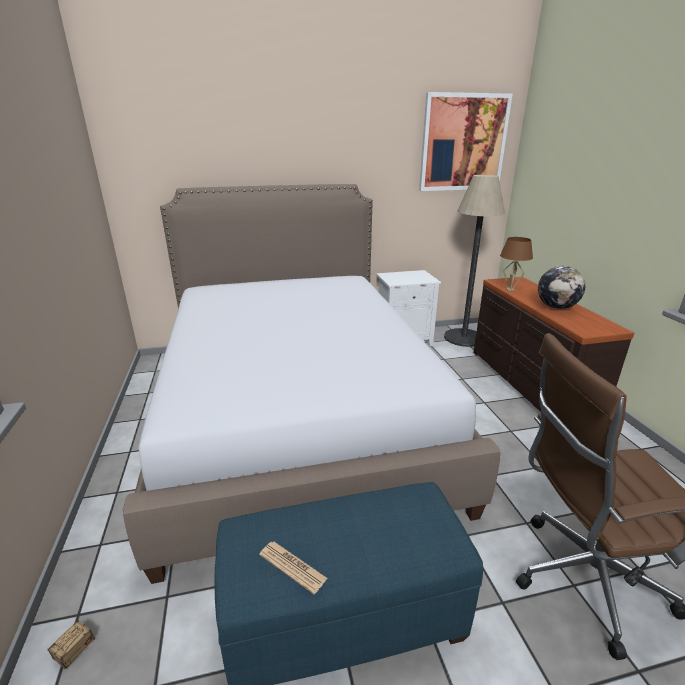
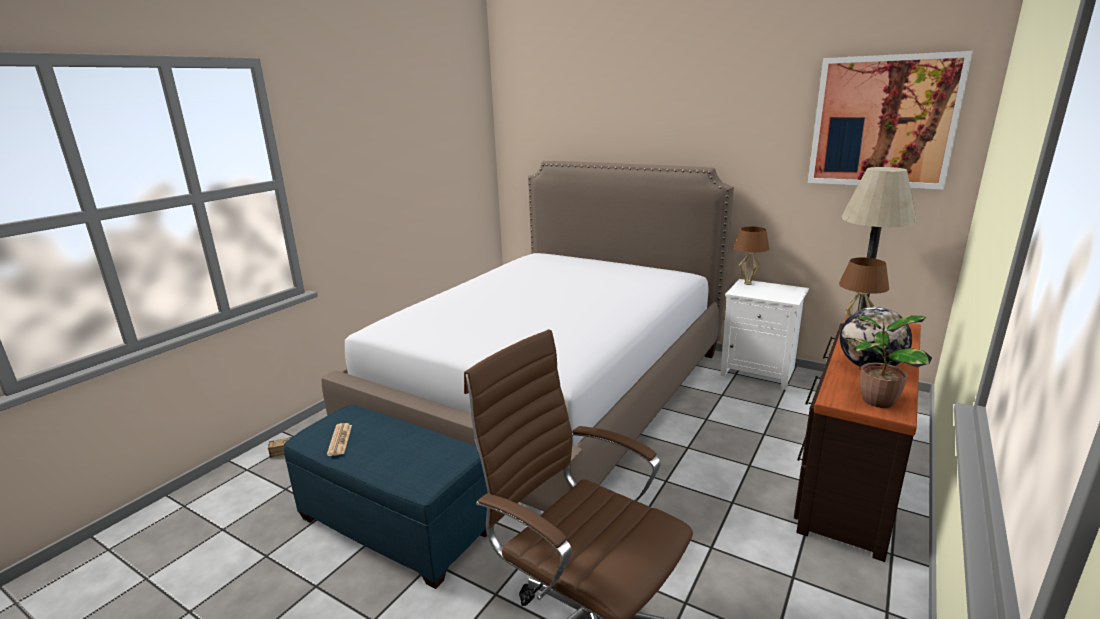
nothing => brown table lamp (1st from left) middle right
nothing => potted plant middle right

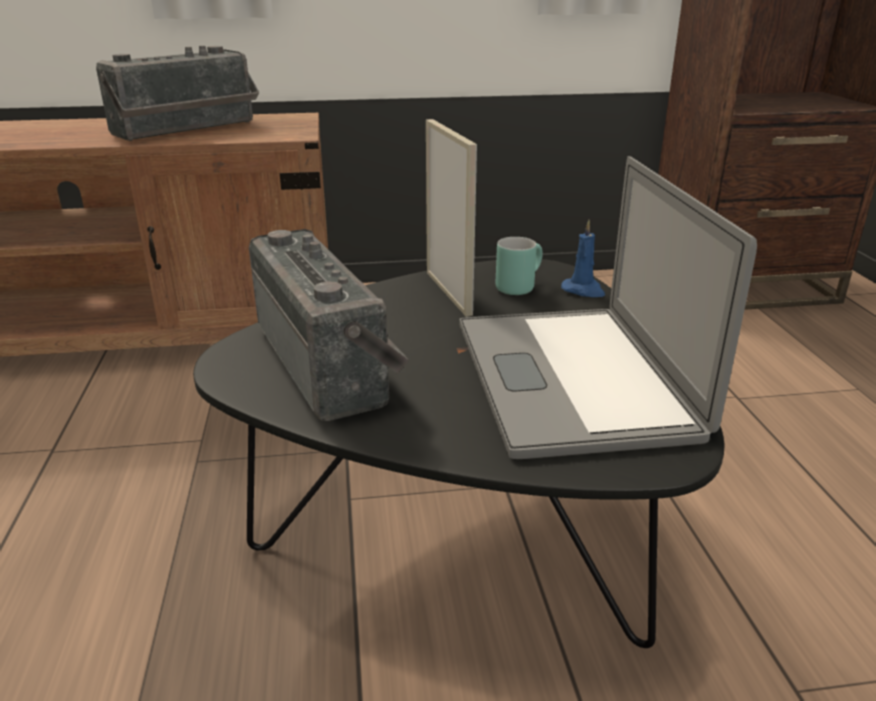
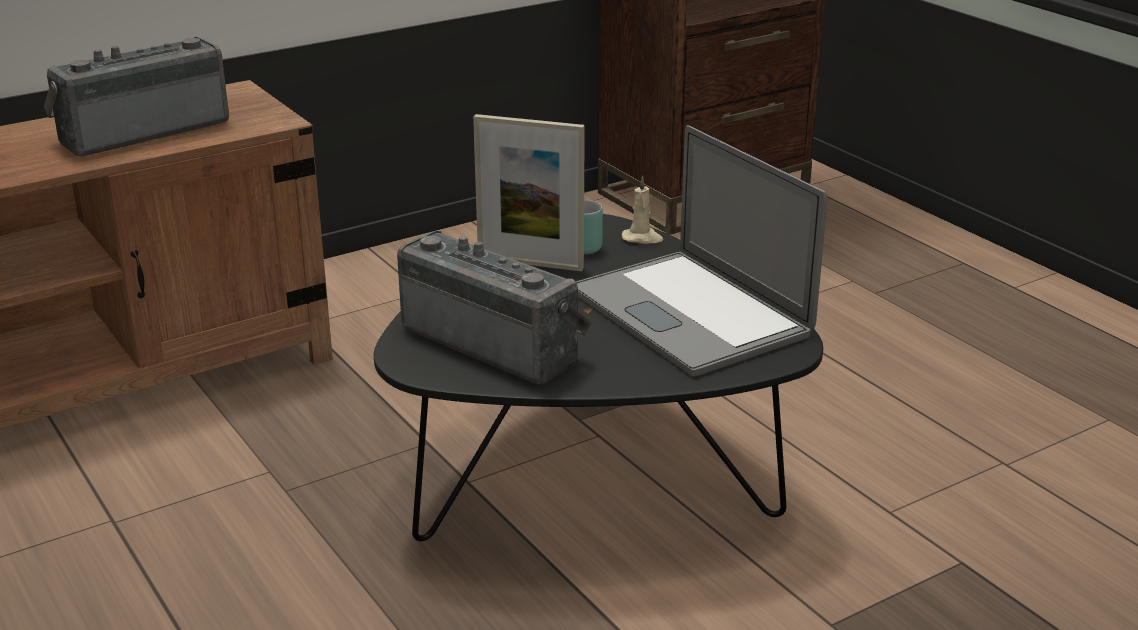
radio (1st from left) top left, 150 degrees counterclockwise
picture frame top centre, 150 degrees clockwise
blue candle centre => beige candle centre

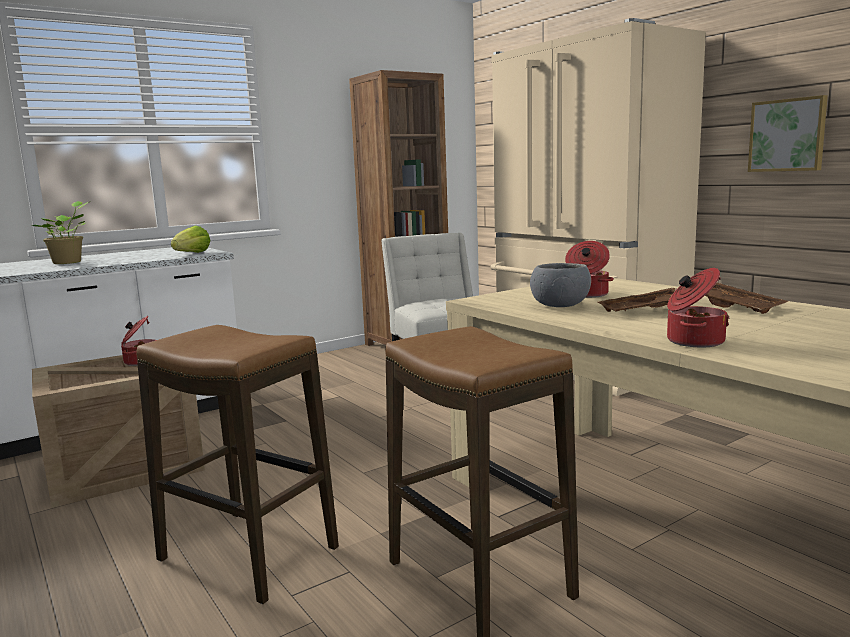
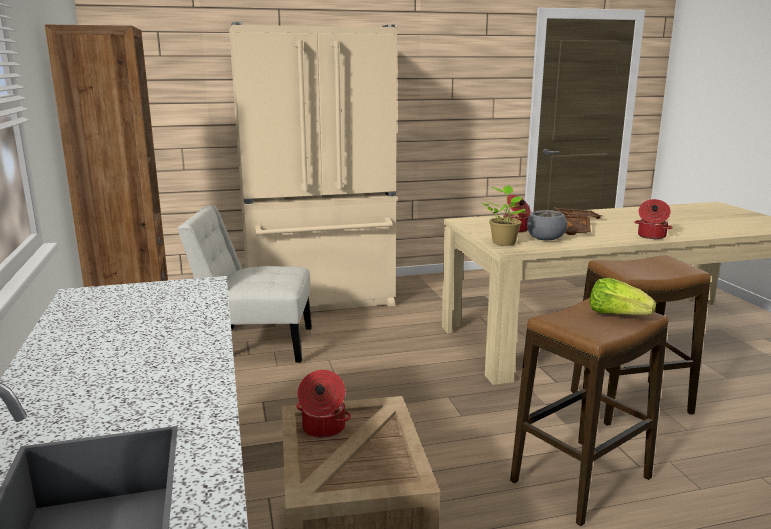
potted plant middle left => potted plant centre, moved
lettuce middle left => lettuce middle right, moved
picture top right => nothing

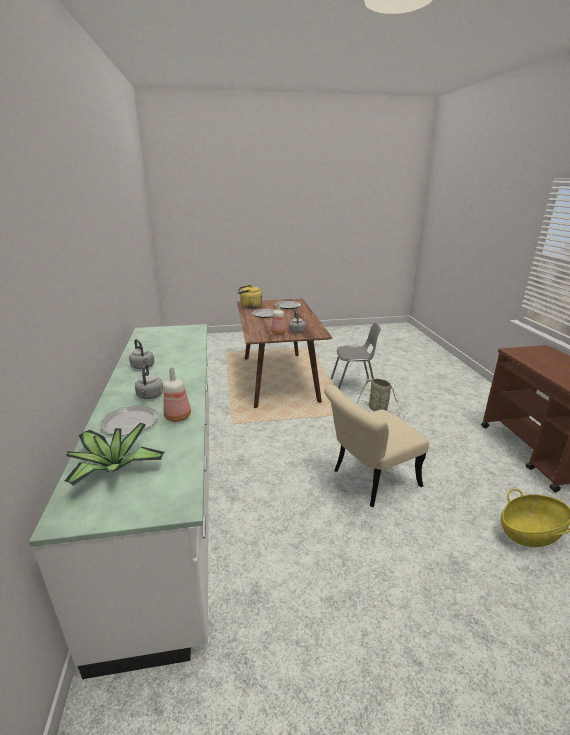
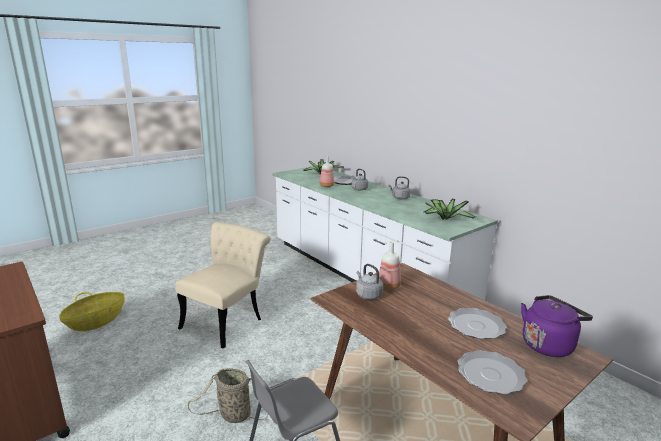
nothing => potted plant (2nd from left) middle right
yellow kettle centre => purple kettle bottom right

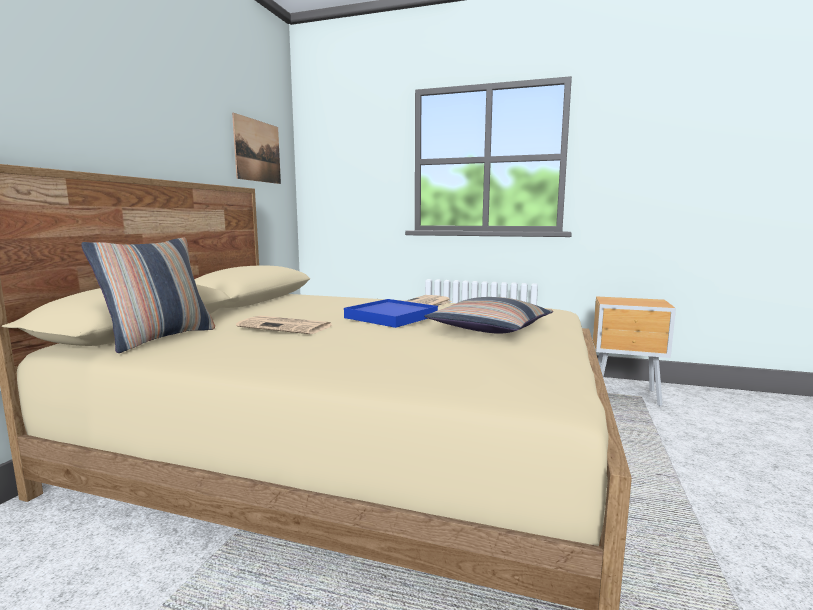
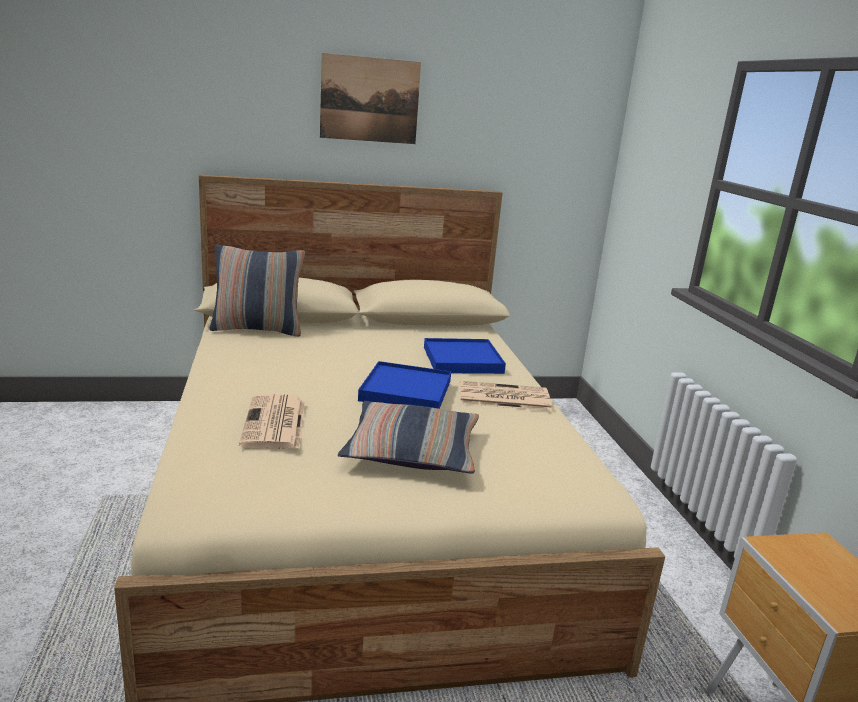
newspaper (1st from left) centre => newspaper (1st from left) middle left, moved
picture top left => picture top centre, moved
nothing => blue tray (2nd from left) centre

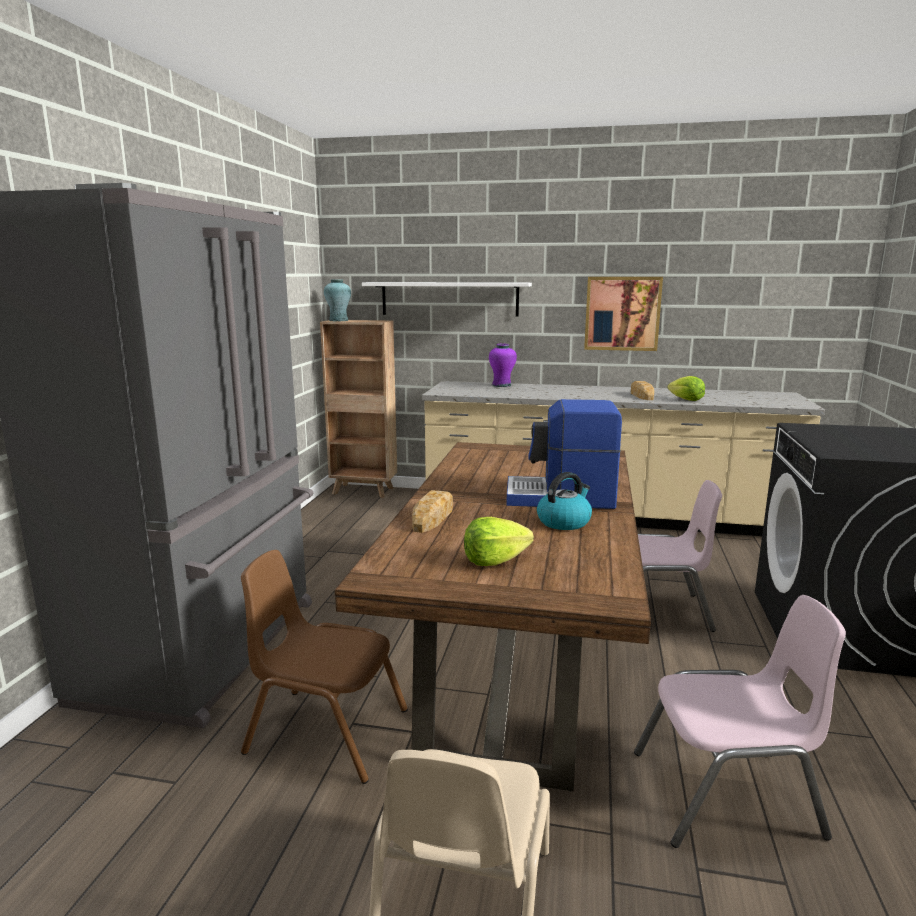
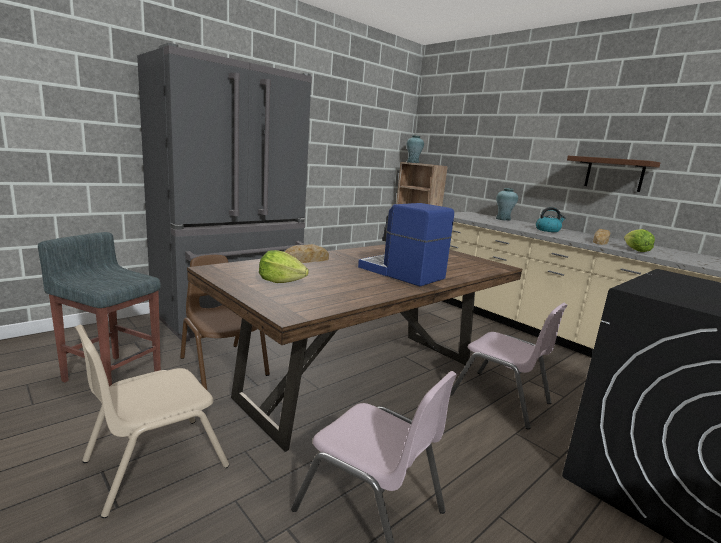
nothing => grey stool middle left
purple vase centre => turquoise vase (2nd from left) middle right
kettle centre => kettle middle right, moved
picture middle right => brown shelf top right
white shelf top centre => nothing

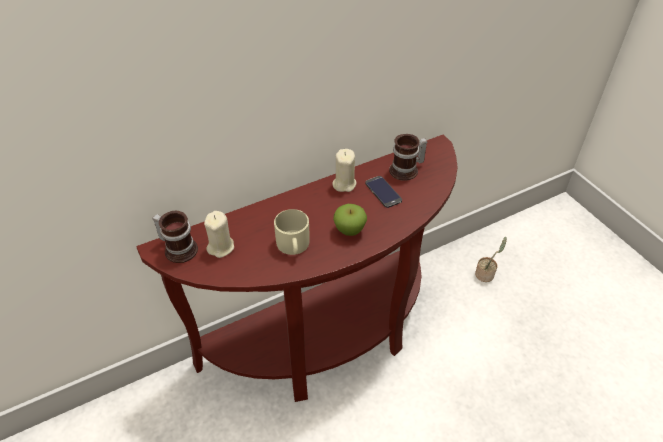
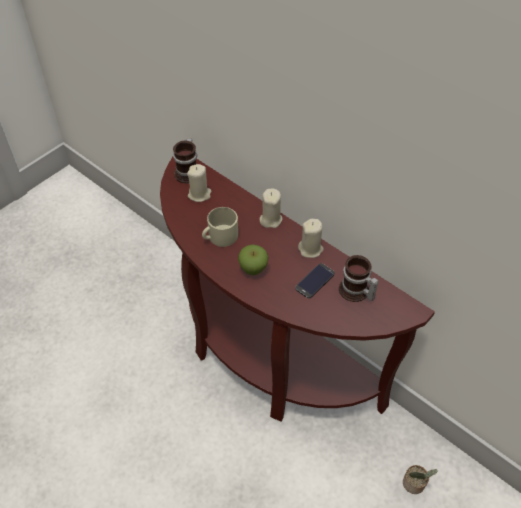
nothing => beige candle (2nd from left) centre

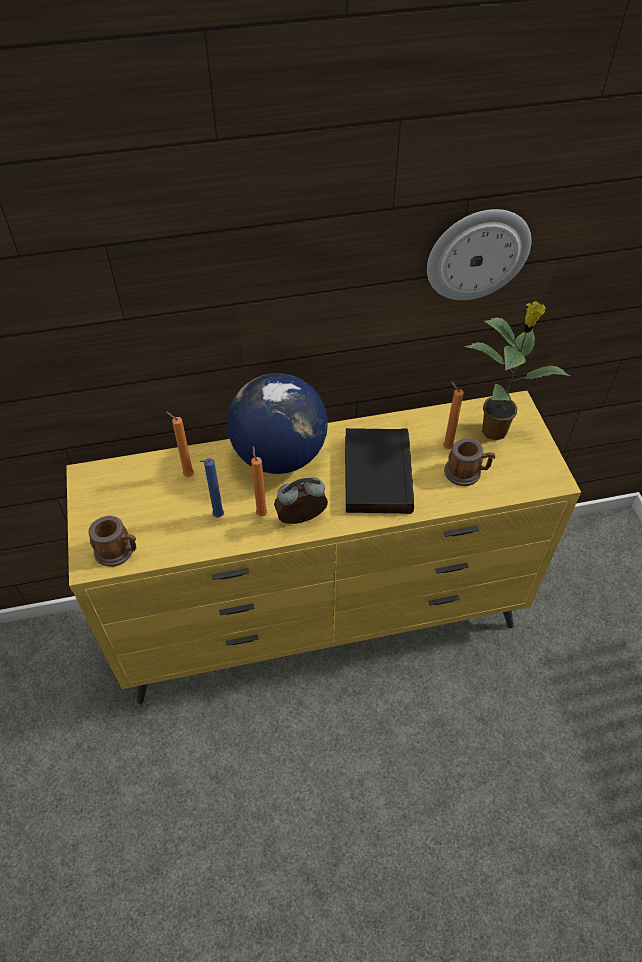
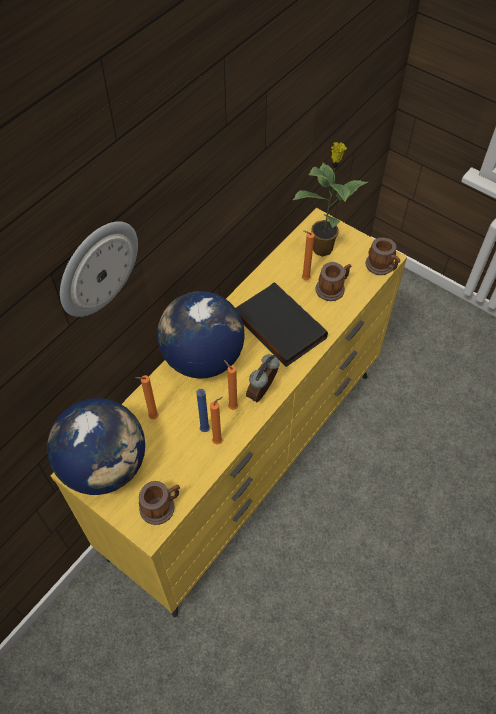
nothing => globe (1st from left) middle left
wall clock top right => wall clock middle left, moved
nothing => orange candle (2nd from left) centre
nothing => mug (3rd from left) middle right

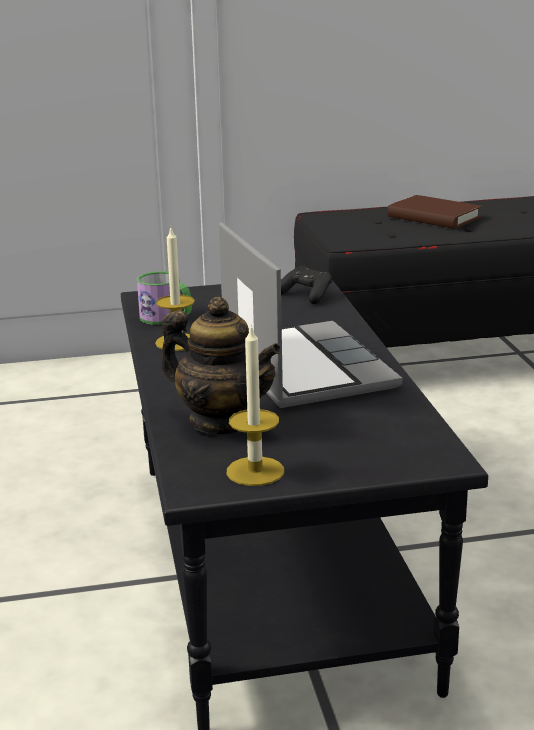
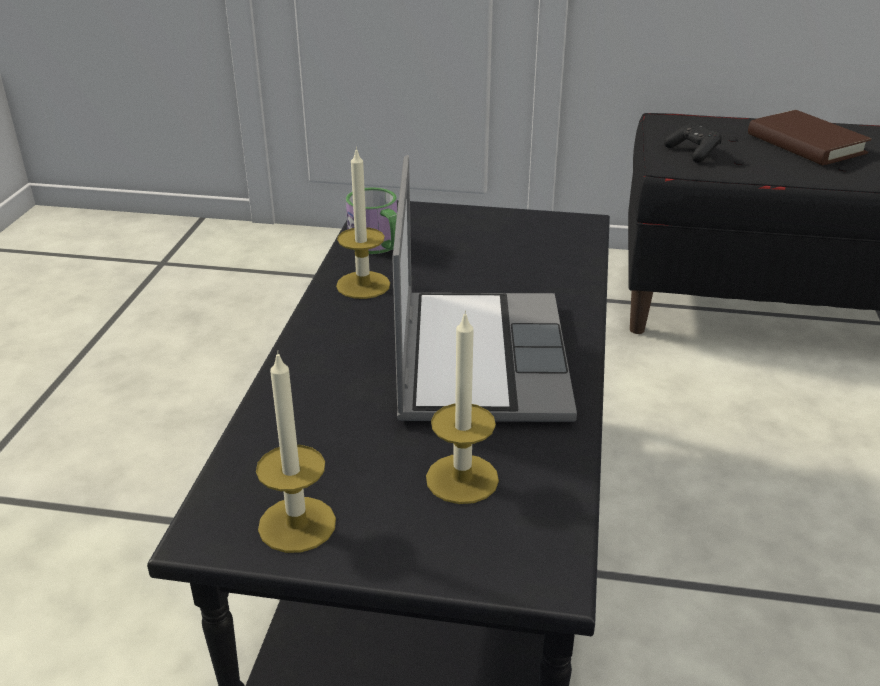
nothing => candle (3rd from left) centre
black game controller centre => black game controller top right, moved
teapot centre => nothing

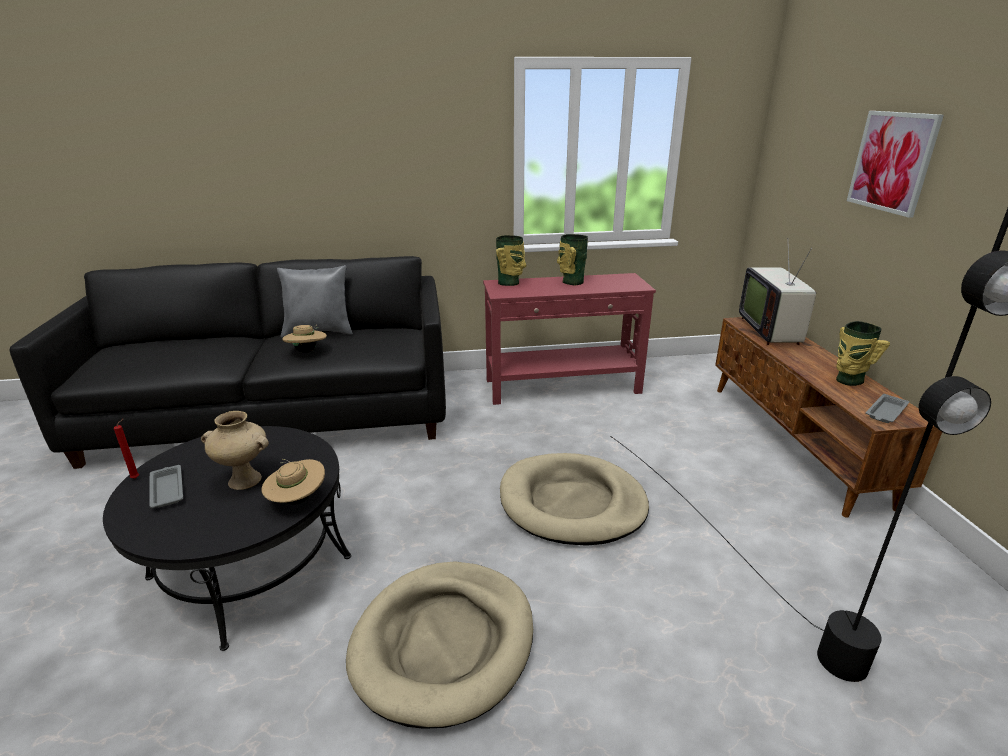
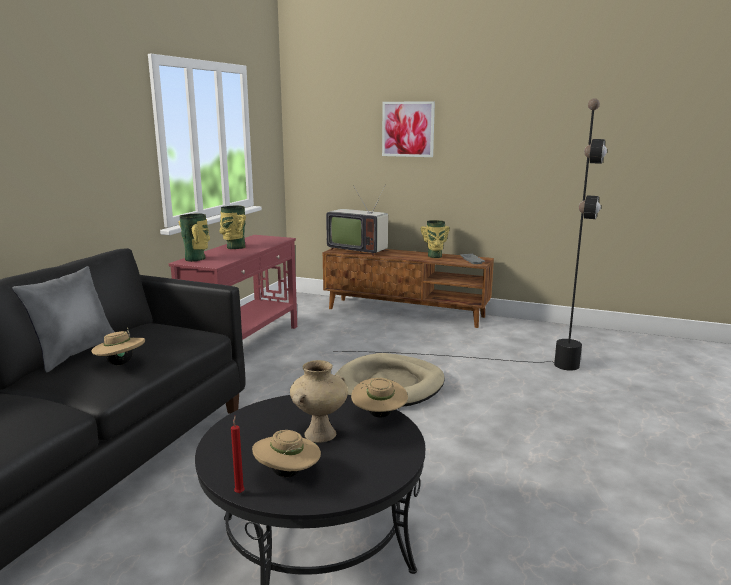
grey tray (1st from left) middle left => beige hat (2nd from left) bottom centre
beige dog bed (1st from left) bottom centre => nothing

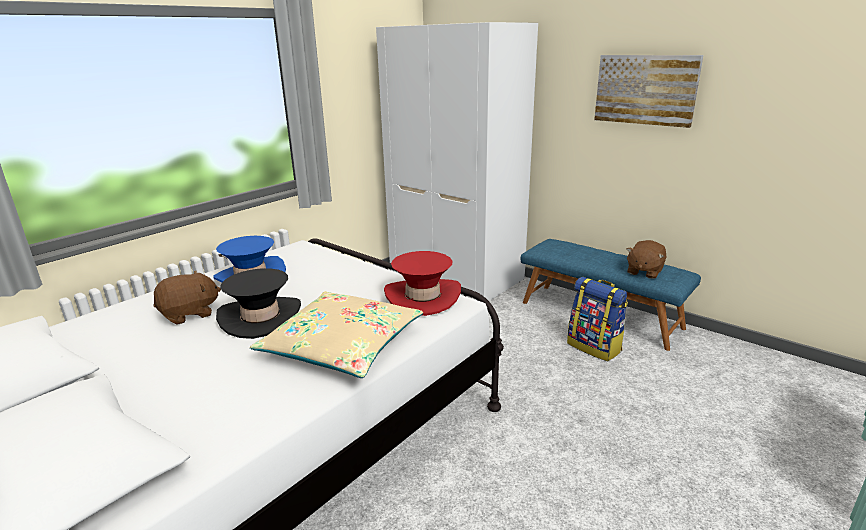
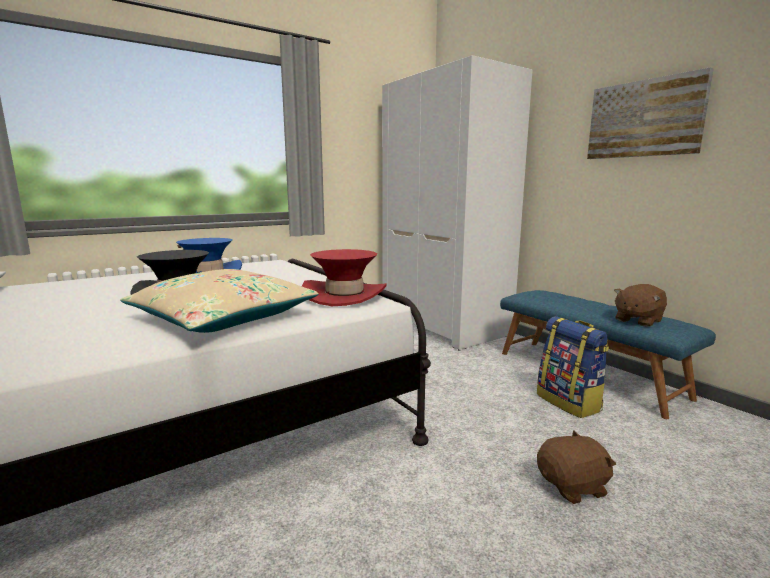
brown plush toy (1st from left) middle left => brown plush toy (1st from left) bottom right, moved

